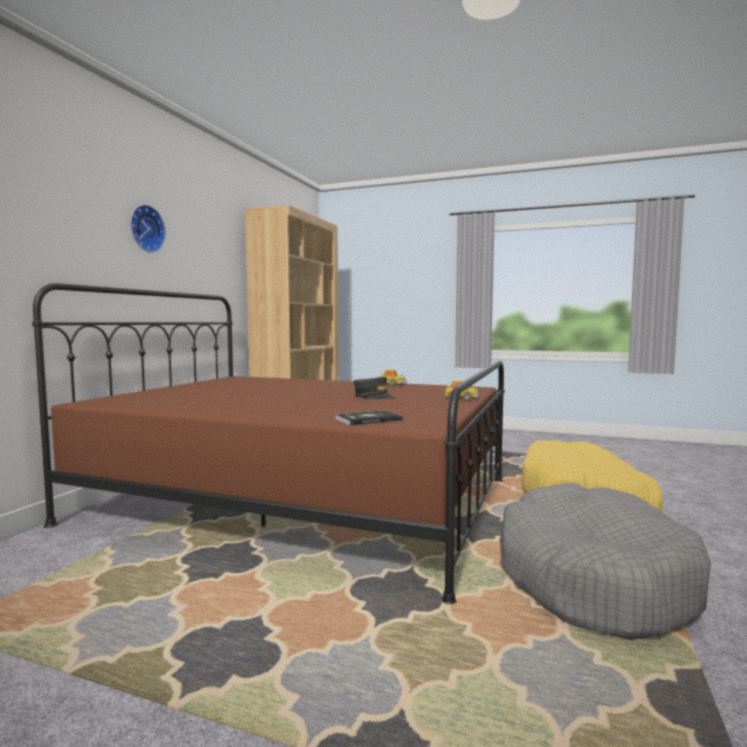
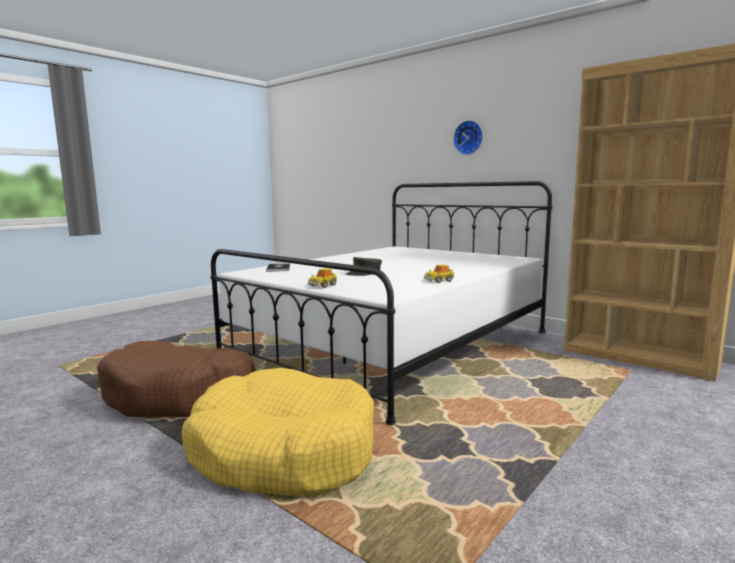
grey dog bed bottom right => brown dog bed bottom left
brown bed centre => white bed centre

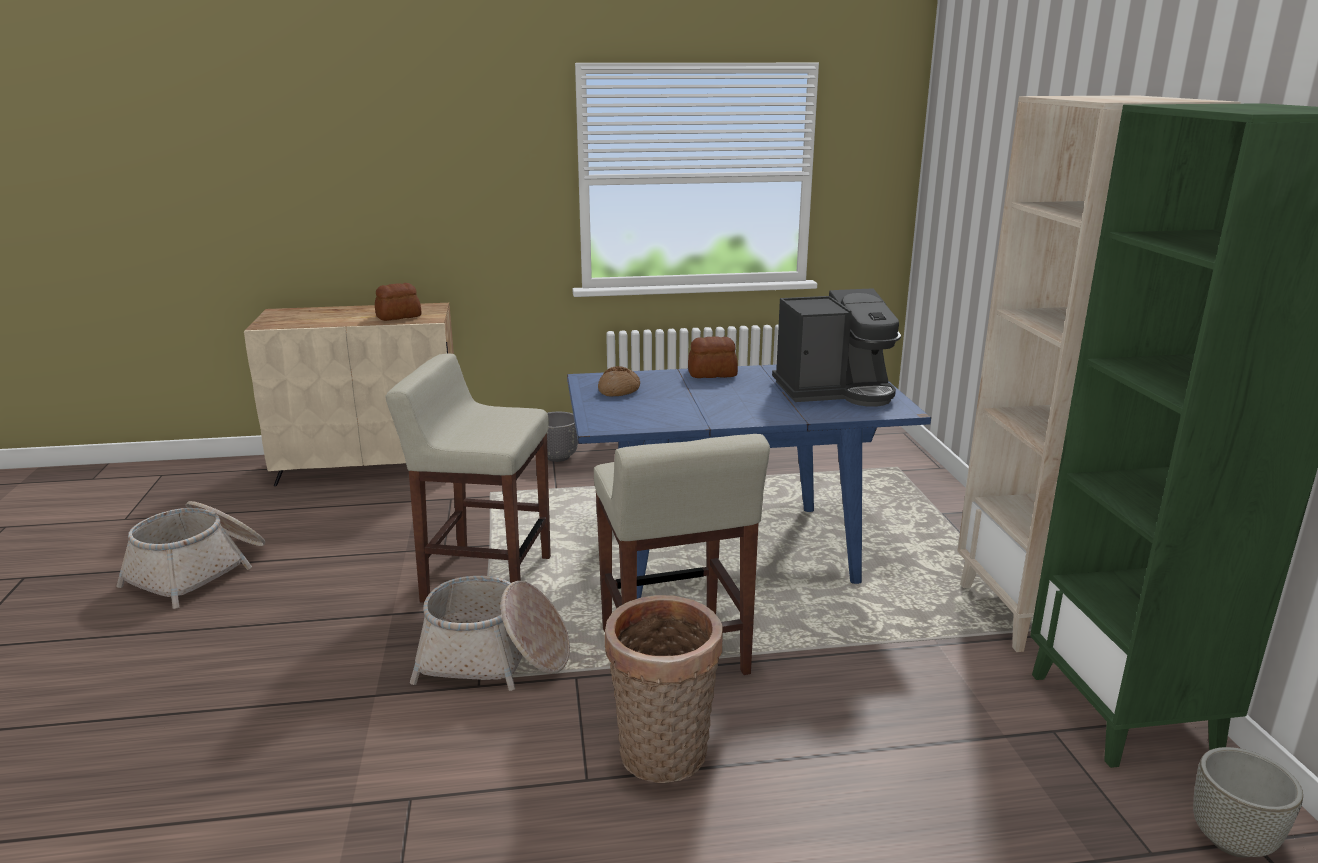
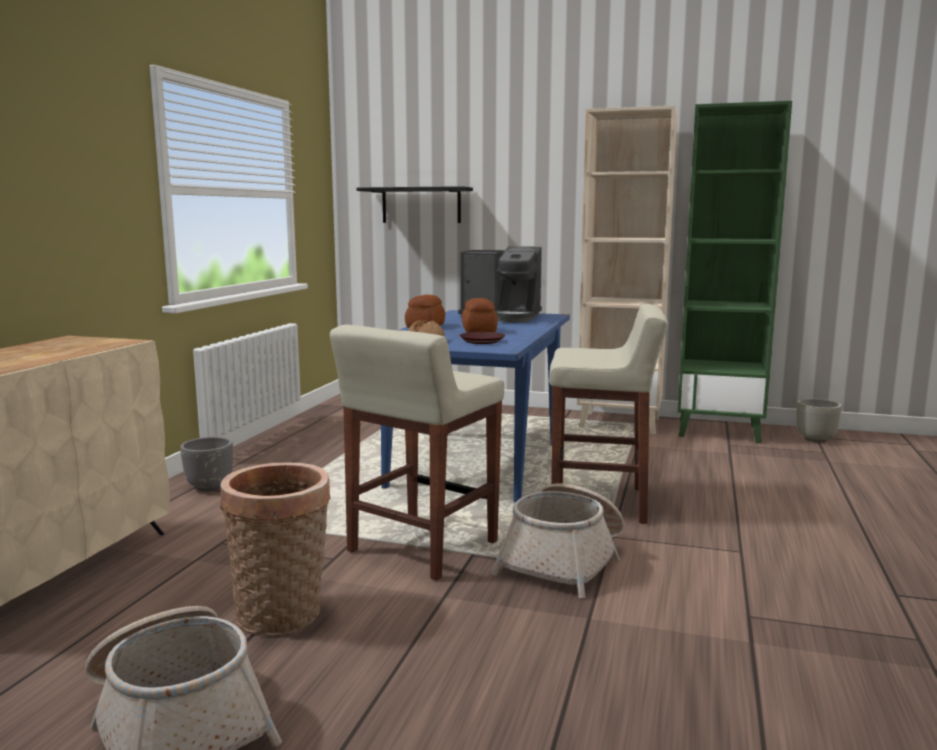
basket (3rd from left in the first image) bottom centre => basket (2nd from left) bottom left, moved
nothing => black shelf top centre
coffee machine centre, 90 degrees clockwise
nothing => brown plate centre
bread (1st from left in the first image) middle left => bread (3rd from left) centre, moved

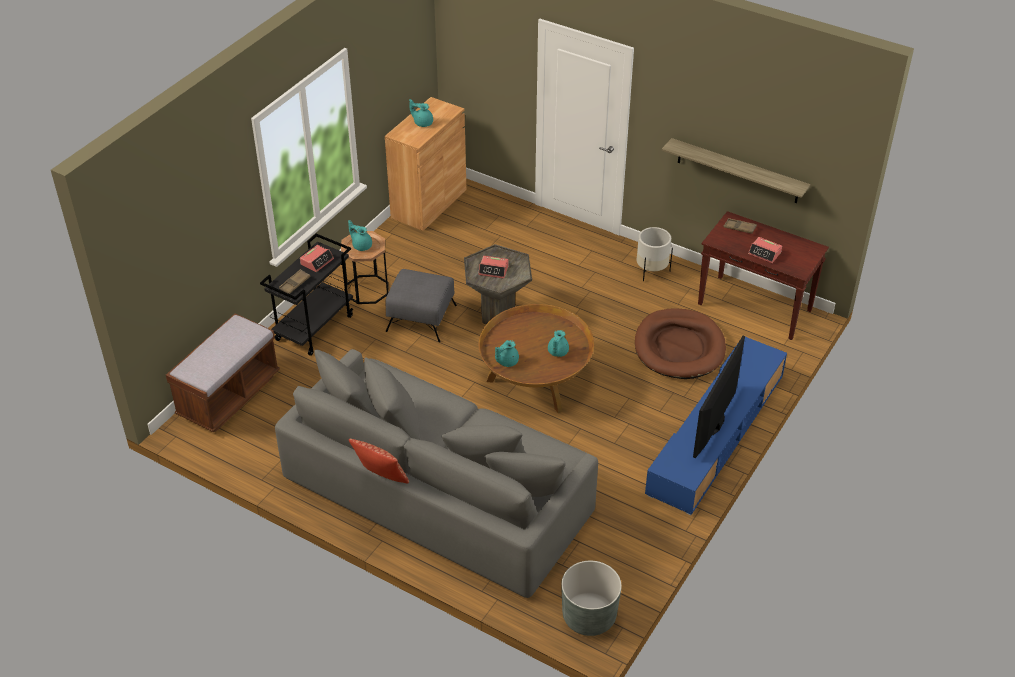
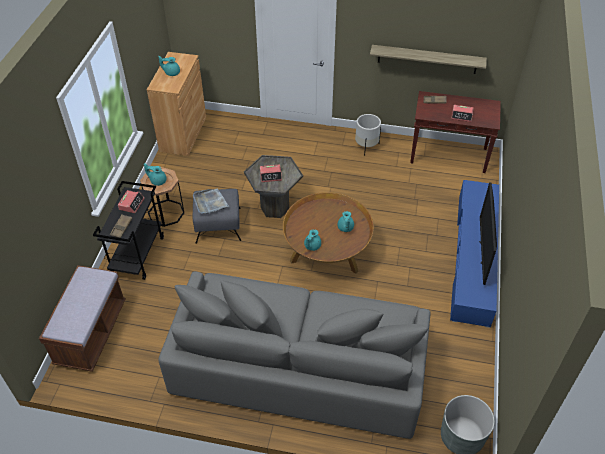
nothing => grey tray centre
pillow bottom centre => nothing
brown dog bed middle right => nothing

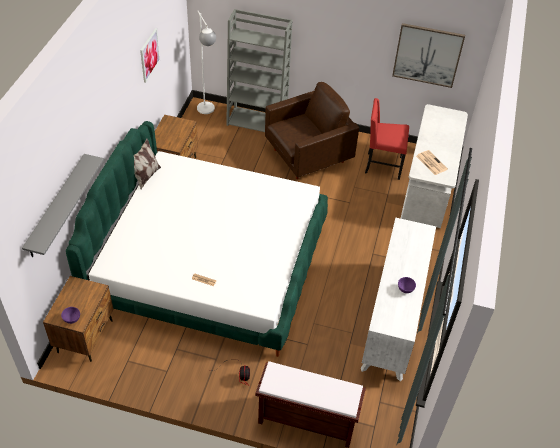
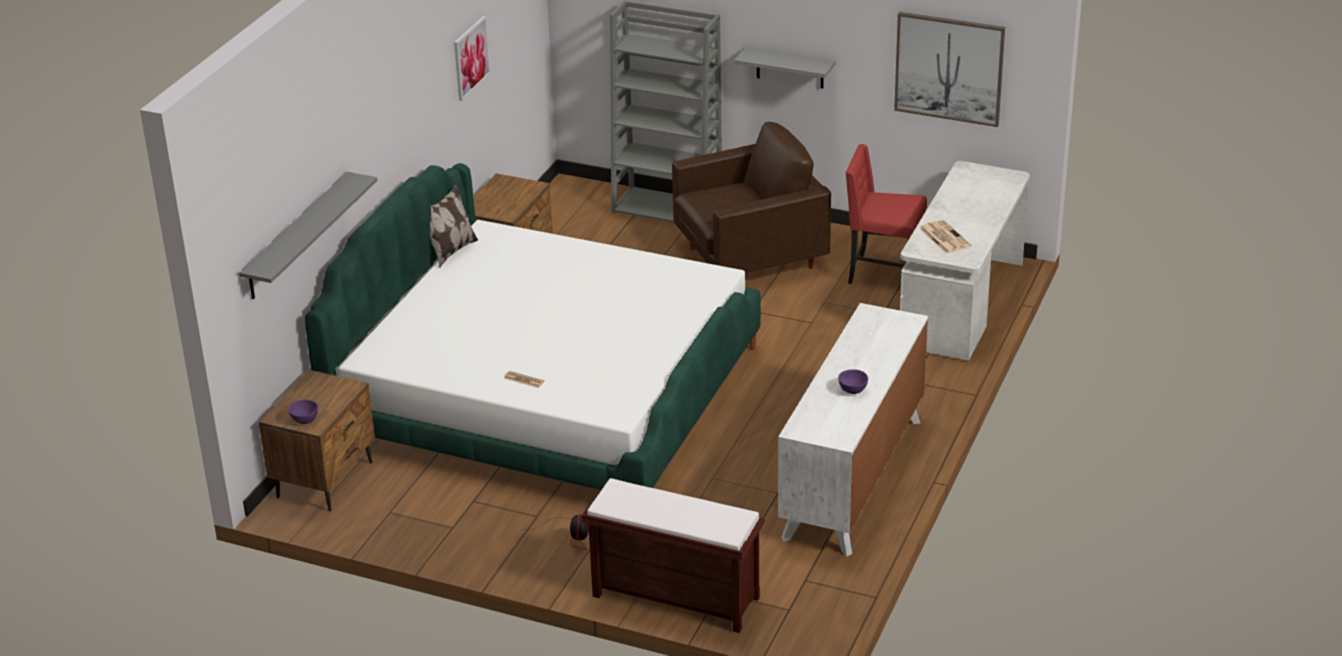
nothing => grey shelf (2nd from left) top centre
white floor lamp top centre => nothing

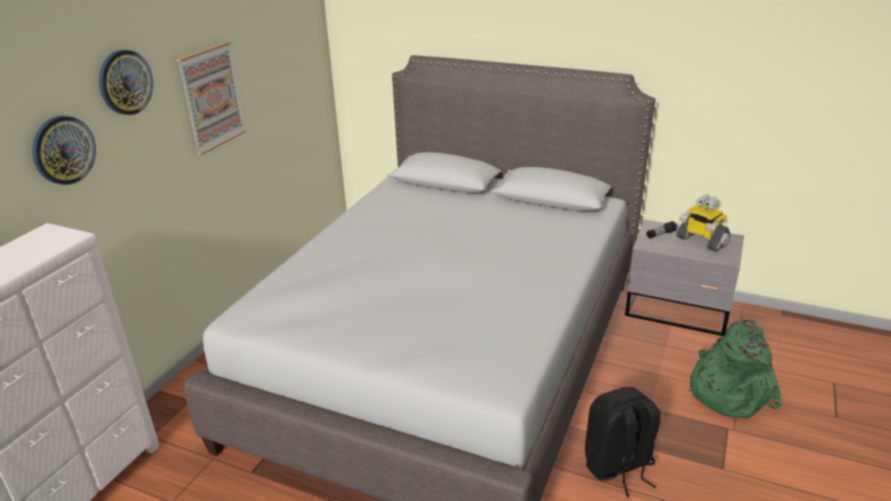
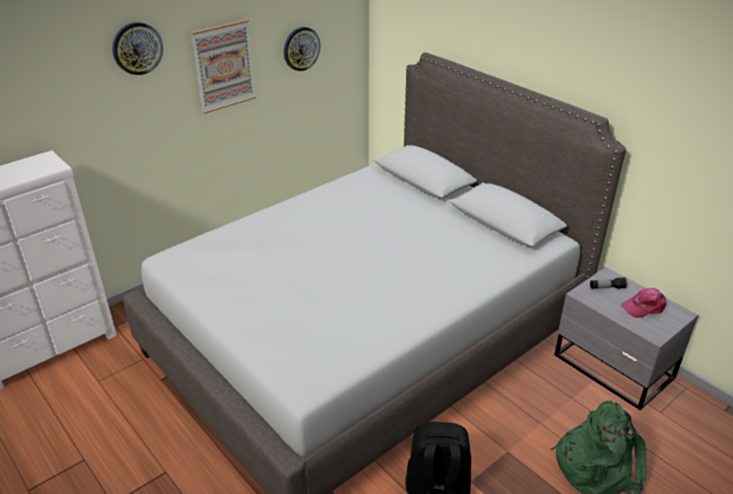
wall clock (1st from left in the first image) top left => wall clock (2nd from left) top centre, moved
toy robot middle right => pink cap middle right

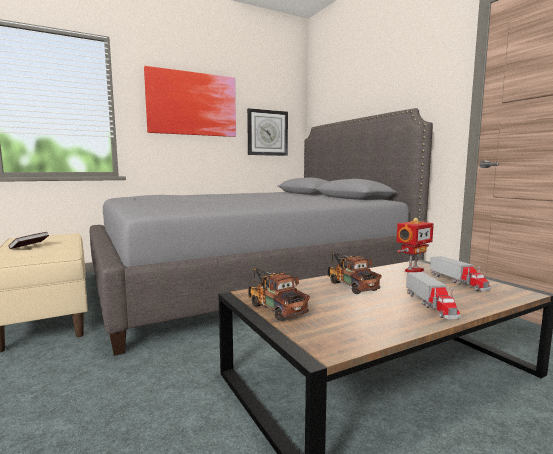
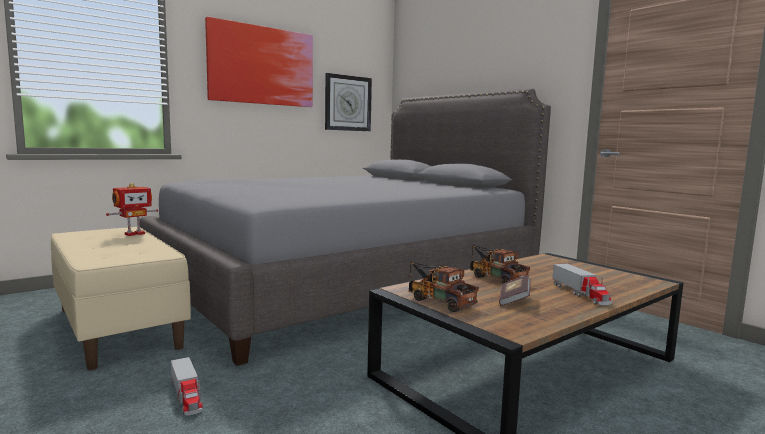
toy robot middle right => toy robot middle left, moved
toy truck (4th from left in the first image) middle right => toy truck (1st from left) bottom left, moved
book middle left => book bottom right, moved

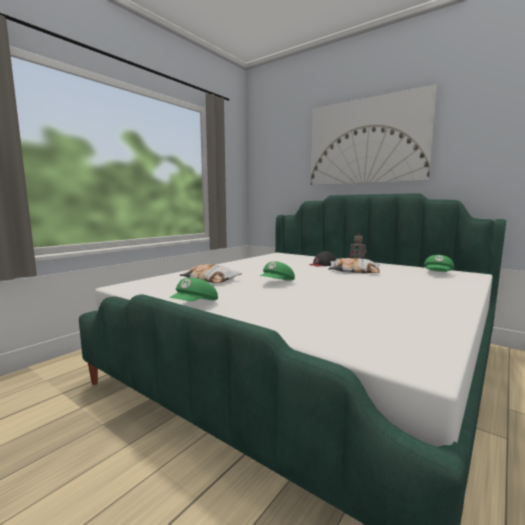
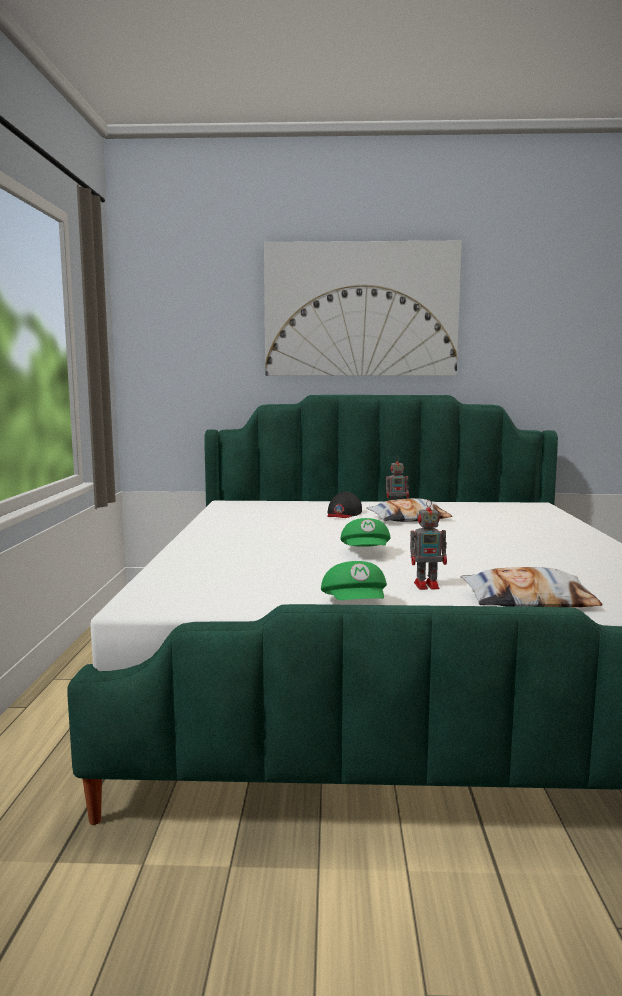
nothing => toy robot (2nd from left) middle right
pillow (1st from left in the first image) centre => pillow (2nd from left) middle right, moved
green cap (3rd from left) middle right => nothing

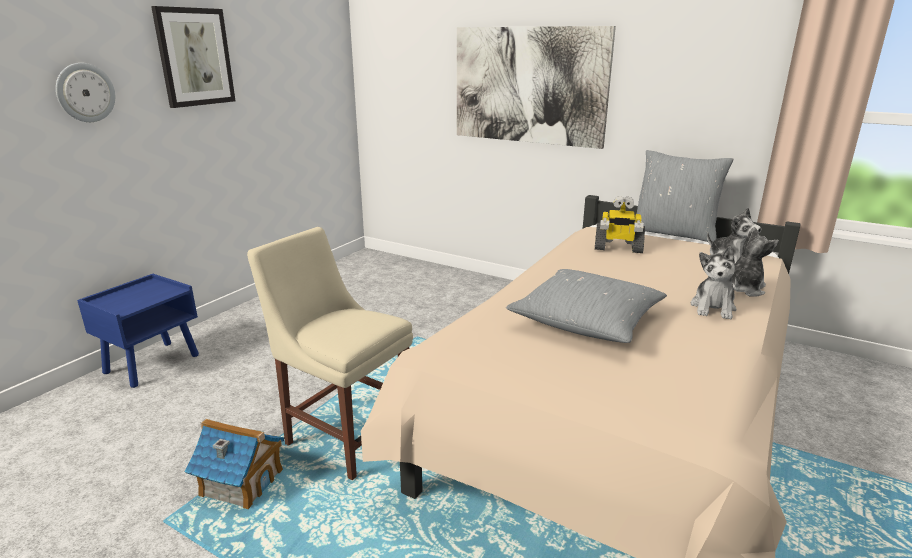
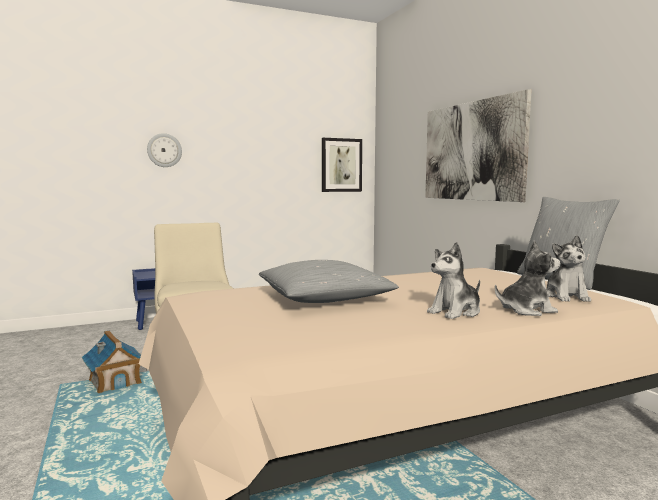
picture (1st from left) top left => picture (1st from left) top centre, moved
toy robot middle right => nothing

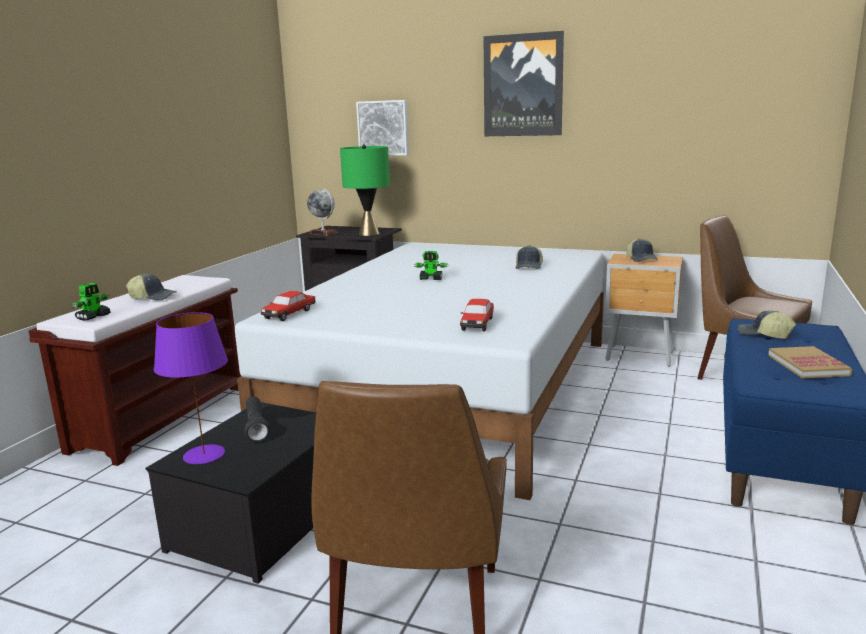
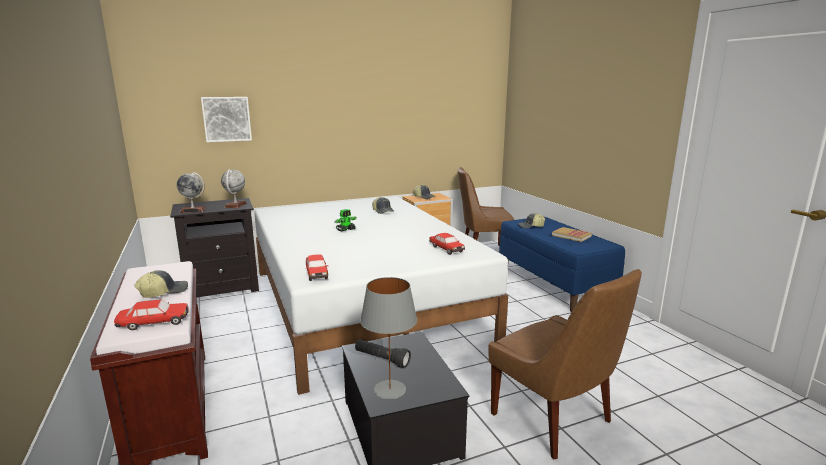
toy robot (1st from left) middle left => toy car (1st from left) bottom left
green table lamp top centre => globe (2nd from left) middle left
purple table lamp middle left => grey table lamp bottom centre
picture (2nd from left) top centre => nothing

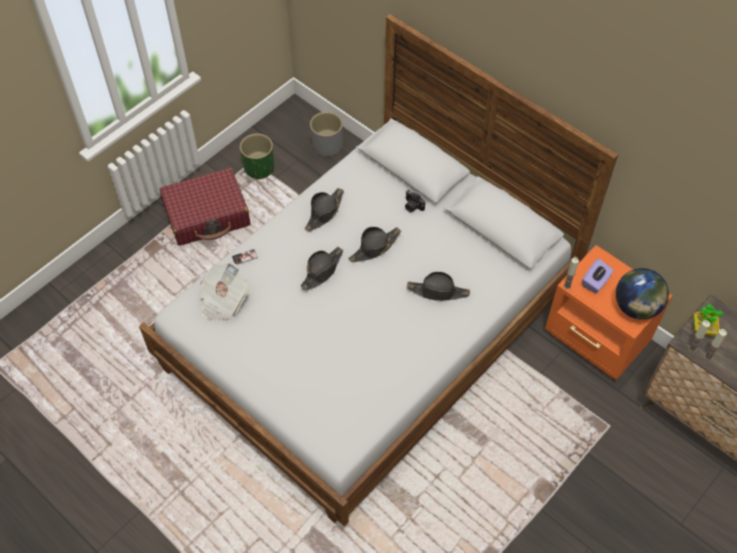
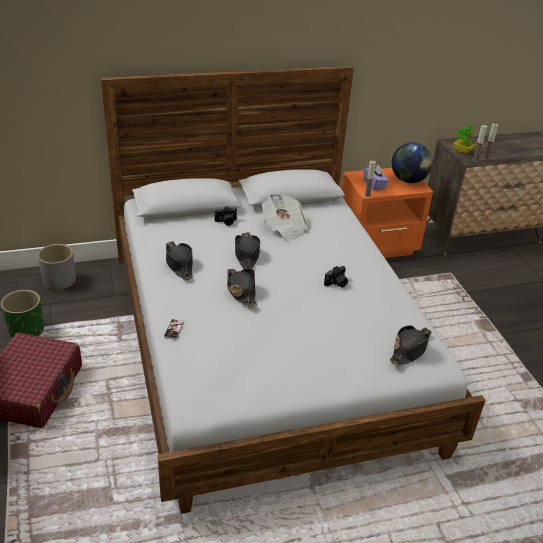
newspaper middle left => newspaper centre, moved
nothing => photo camera (2nd from left) centre
black hat (4th from left) centre => black hat (4th from left) middle right, moved

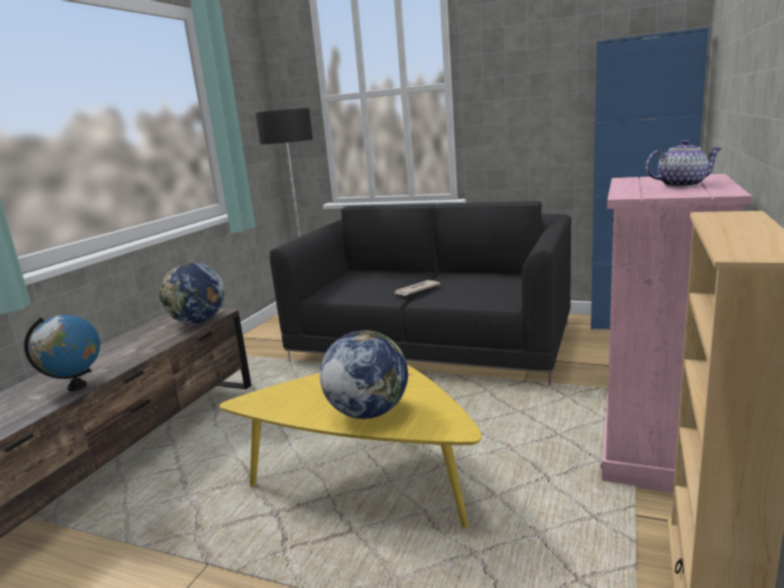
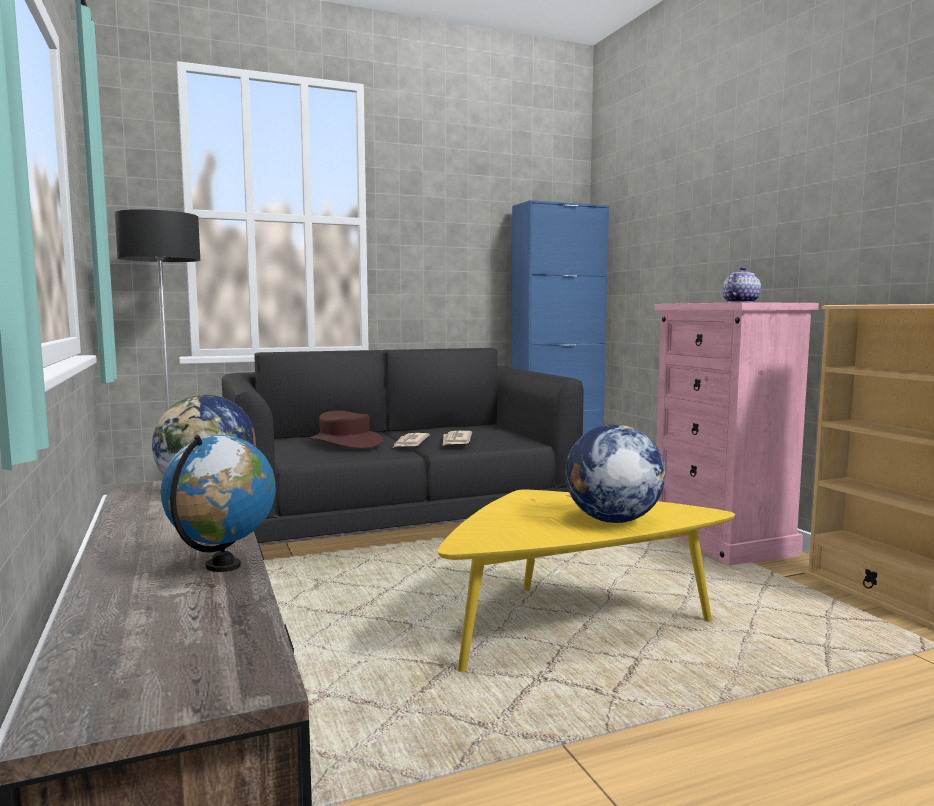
nothing => brown hat centre
nothing => newspaper (2nd from left) centre

